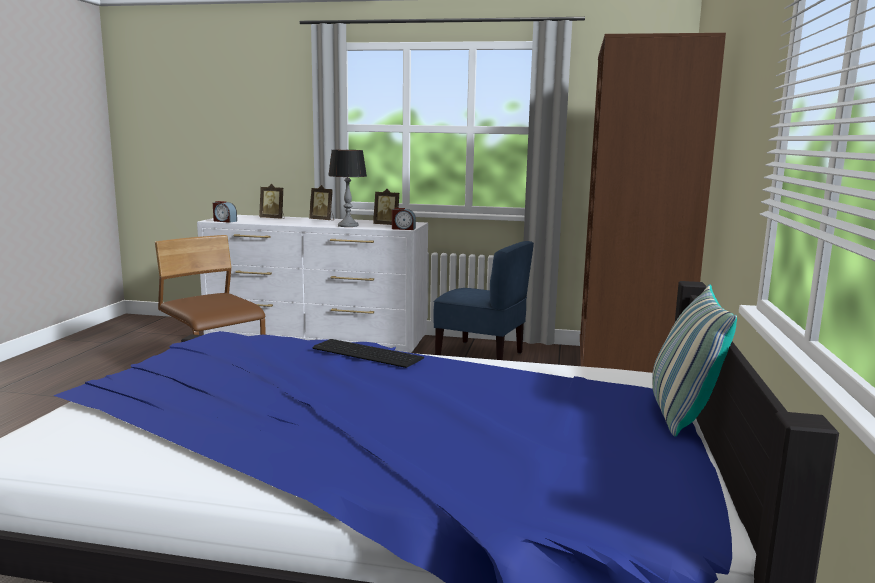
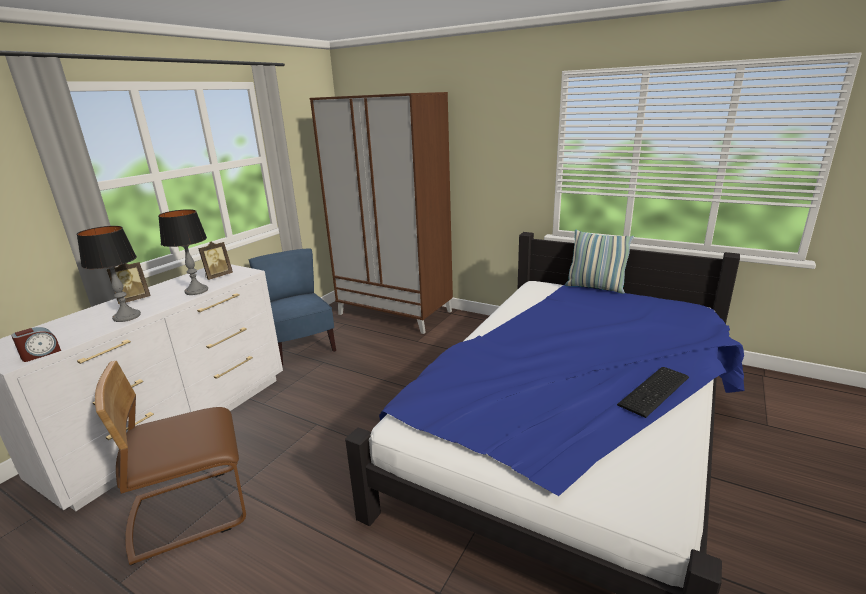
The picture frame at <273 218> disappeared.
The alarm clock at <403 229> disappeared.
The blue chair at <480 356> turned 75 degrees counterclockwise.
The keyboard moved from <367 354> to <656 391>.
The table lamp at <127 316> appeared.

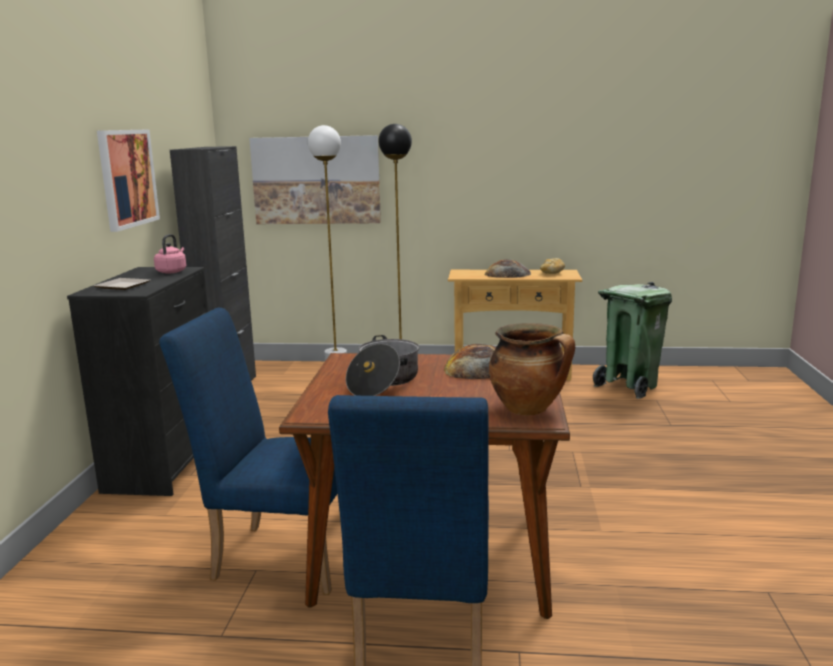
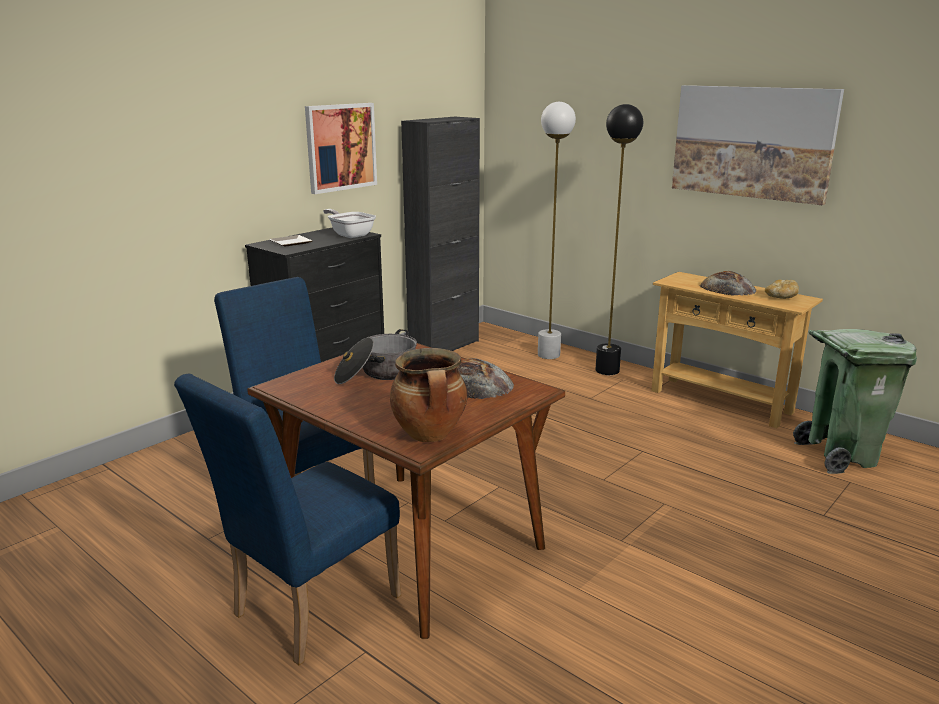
The picture moved from <316 180> to <752 142>.
The pink kettle at <172 271> was replaced by the frying pan at <350 235>.

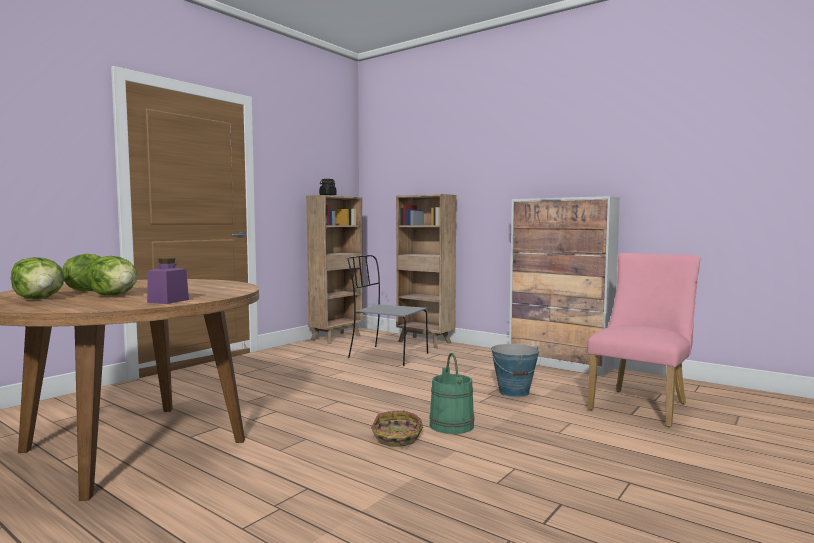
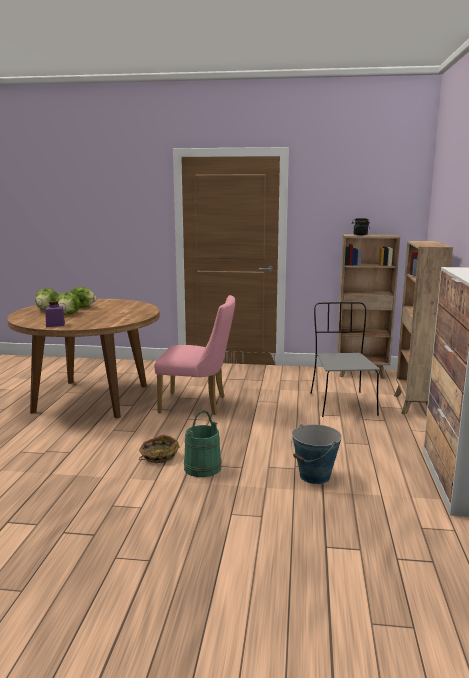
The pink chair moved from <641 405> to <198 404>.

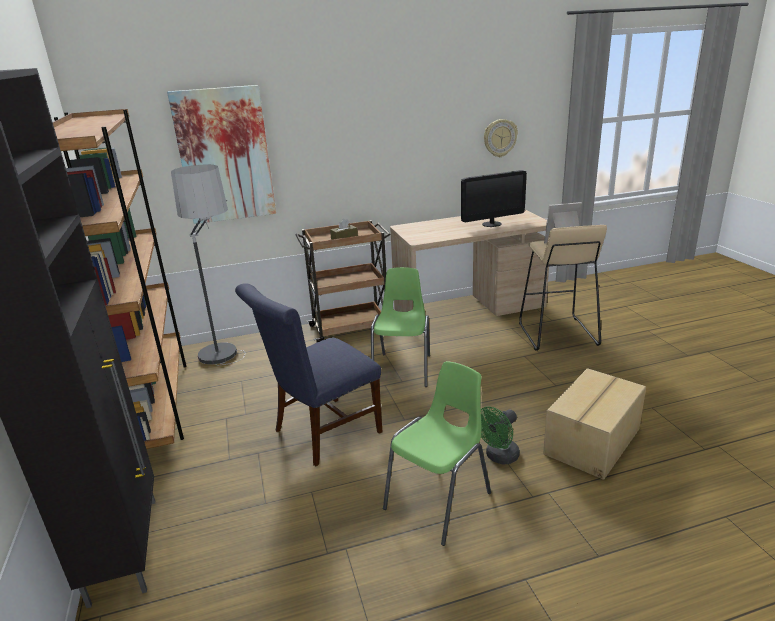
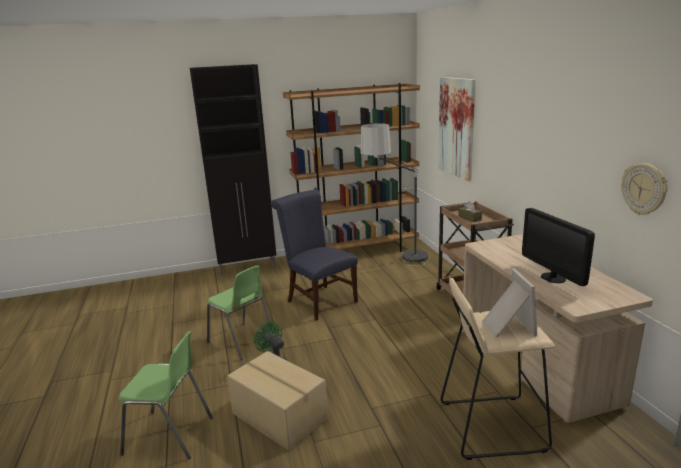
The green chair moved from <403 369> to <170 435>.

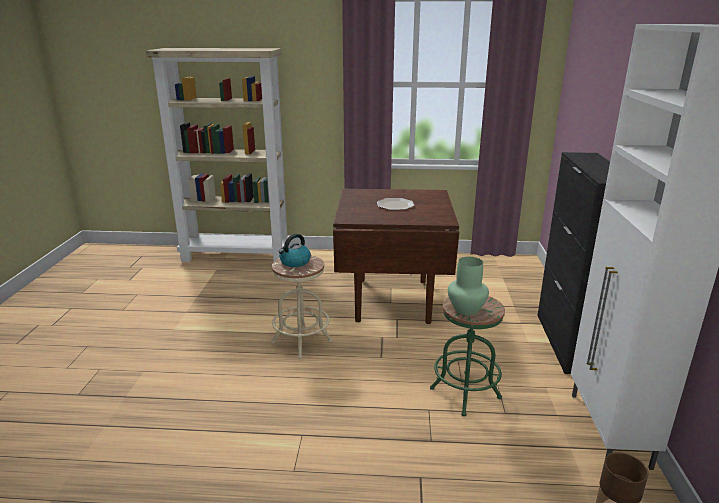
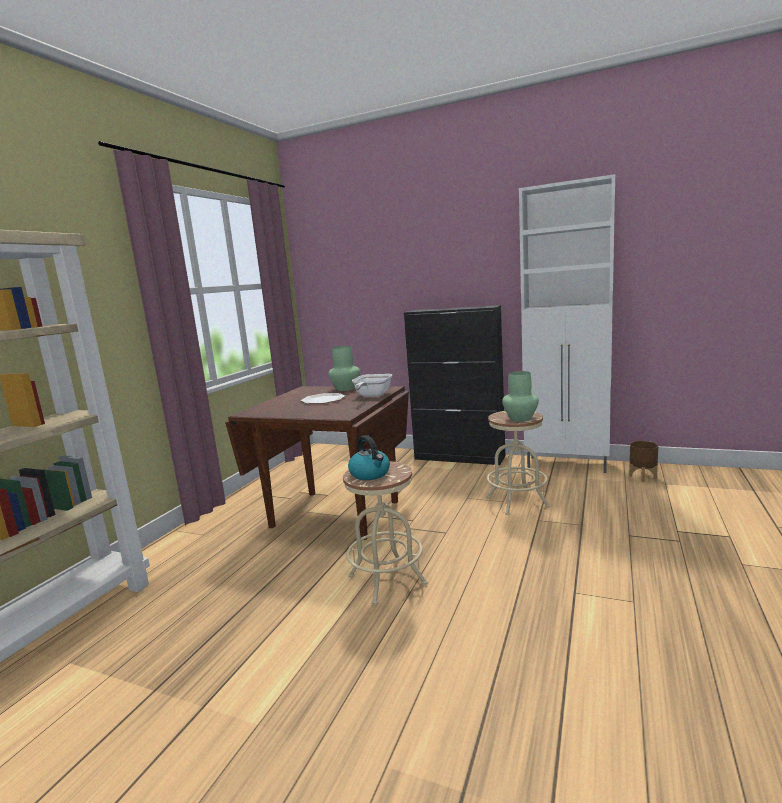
The green stool at <465 393> became the beige stool at <517 502>.
The green vase at <345 389> appeared.
The frying pan at <371 396> appeared.

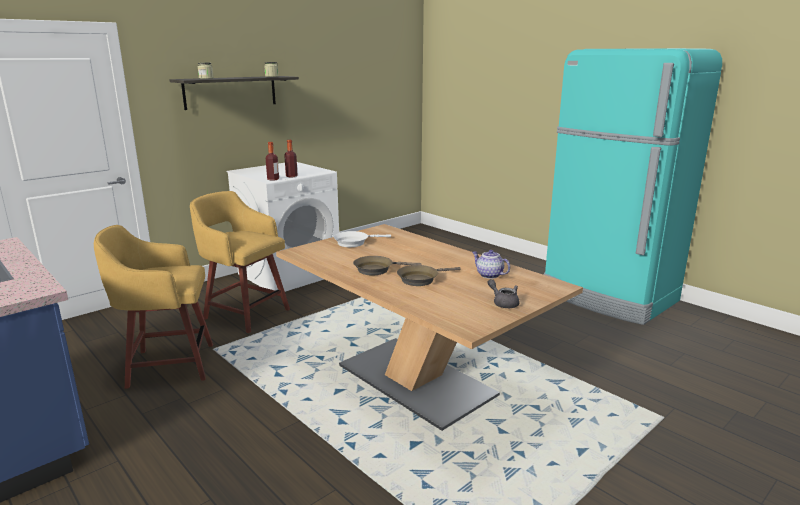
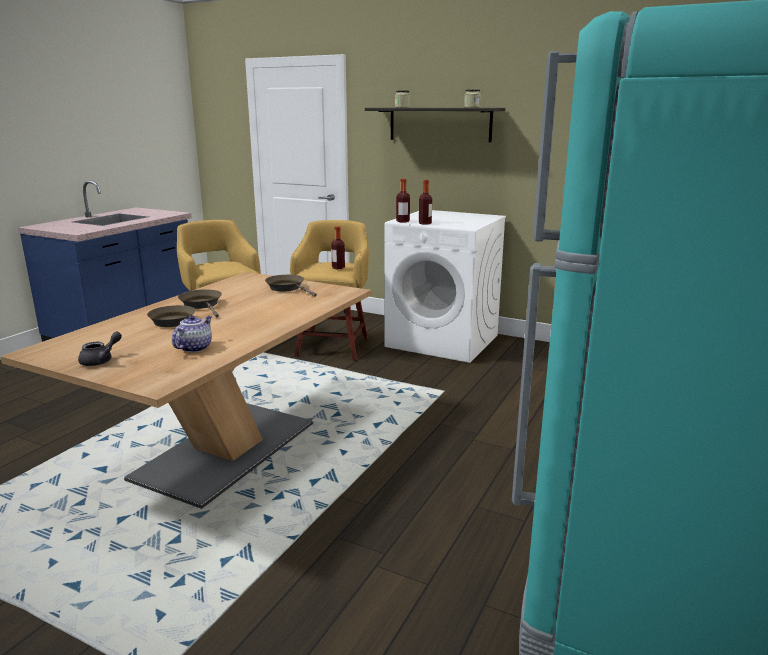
The white frying pan at <354 242> became the brown frying pan at <287 288>.
The bottle at <338 268> appeared.

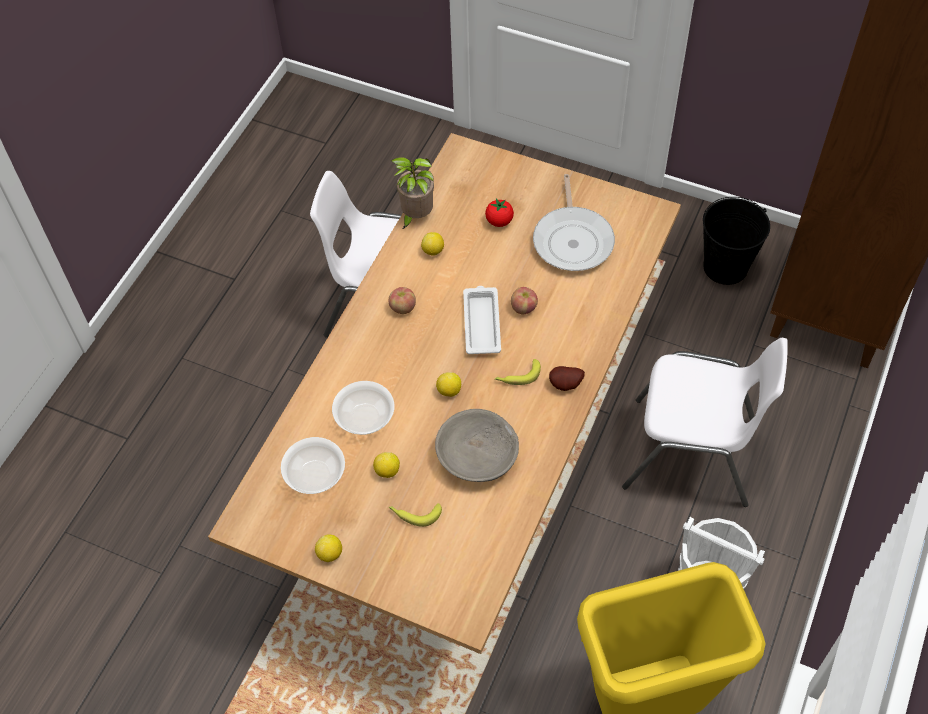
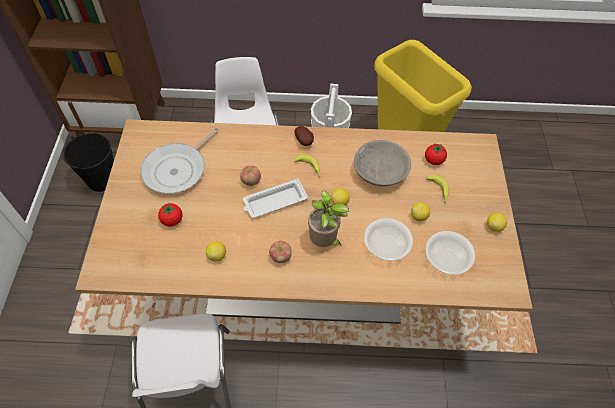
The potted plant moved from <415 216> to <324 242>.
The frying pan at <573 240> turned 150 degrees clockwise.
The tomato at <433 160> appeared.

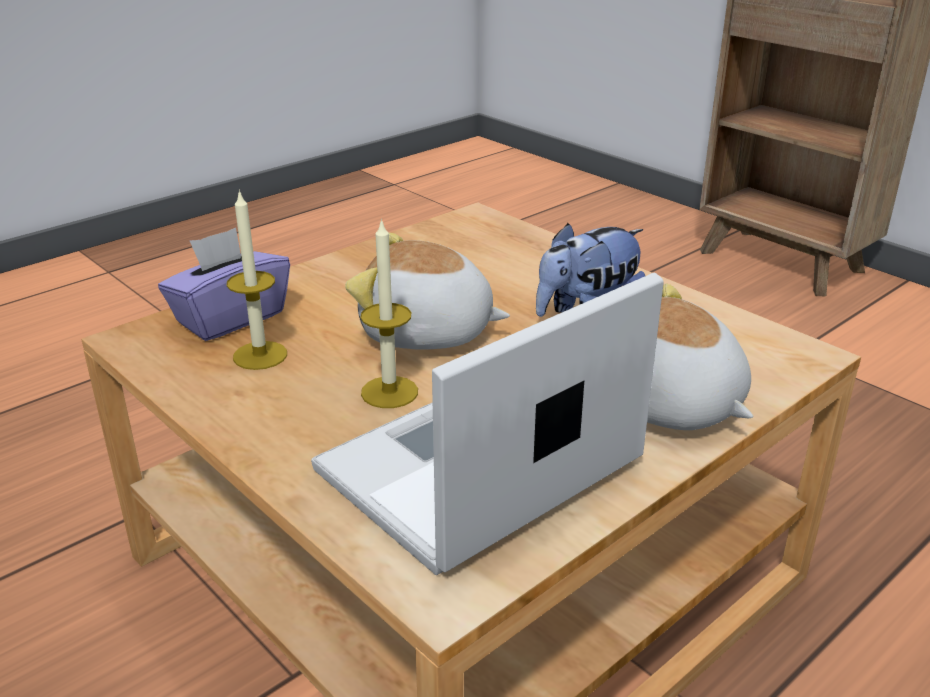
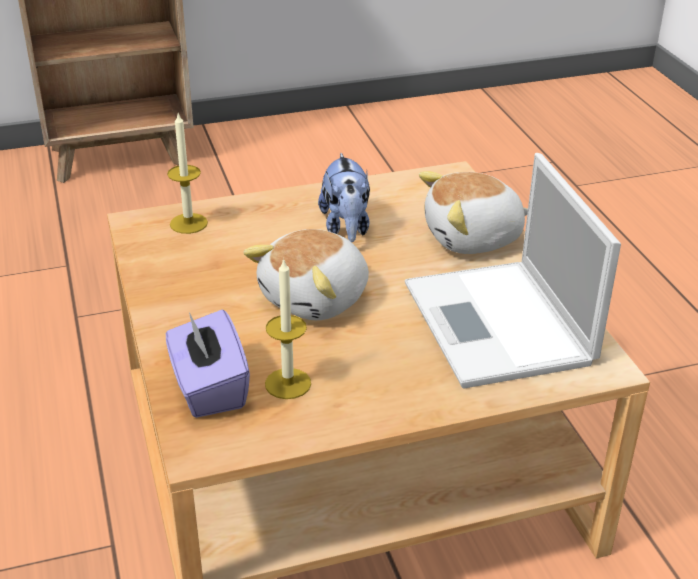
The candle moved from <389 392> to <188 223>.

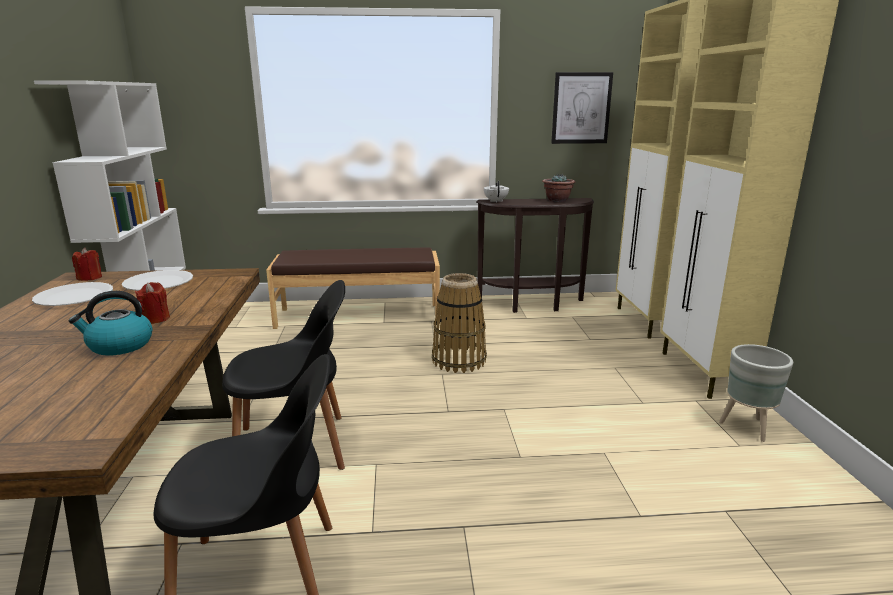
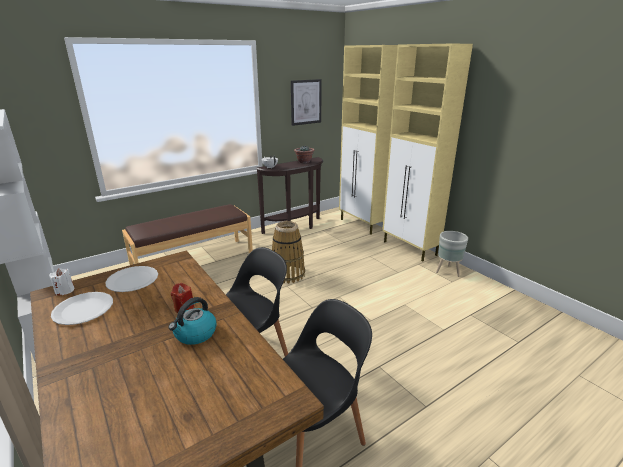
The red candle at <90 278> became the white candle at <64 291>.

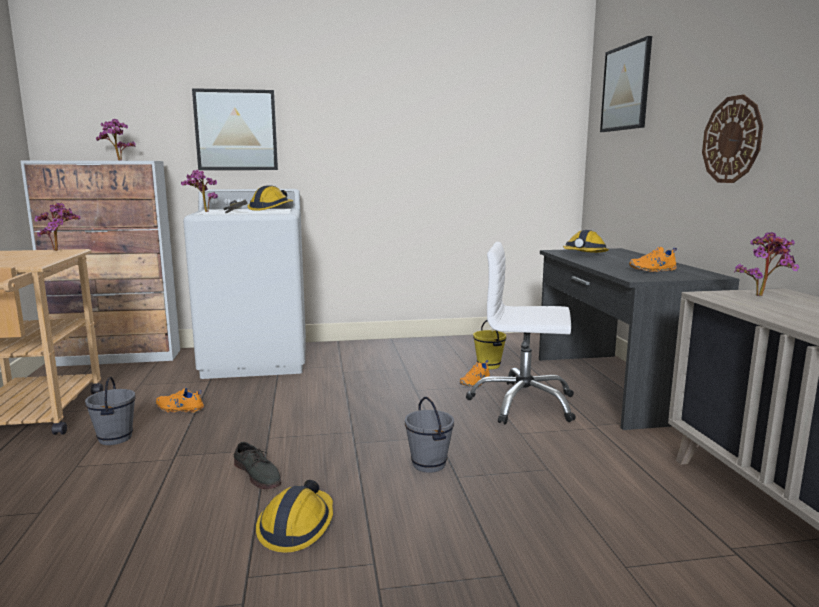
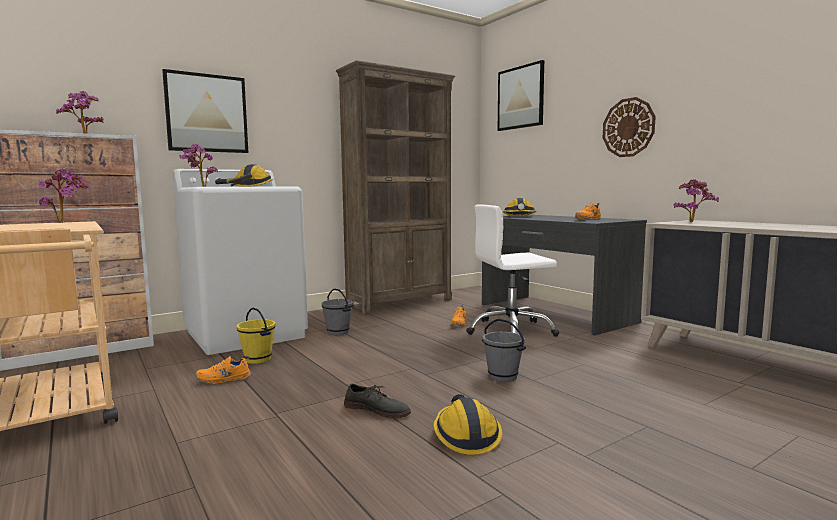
The yellow bucket moved from <489 366> to <258 359>.
The grey bucket moved from <116 438> to <338 332>.
The brown bookcase at <400 303> appeared.

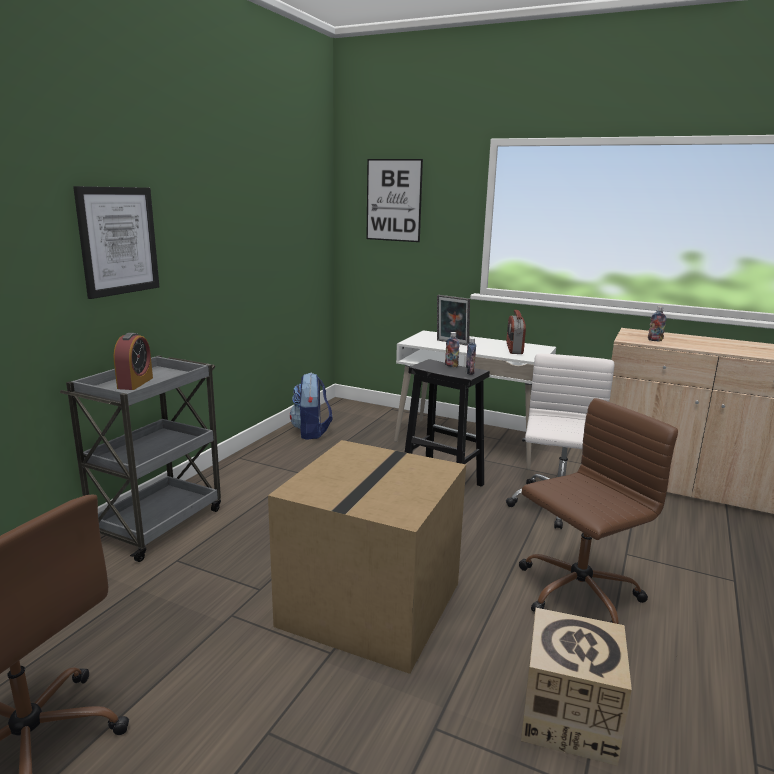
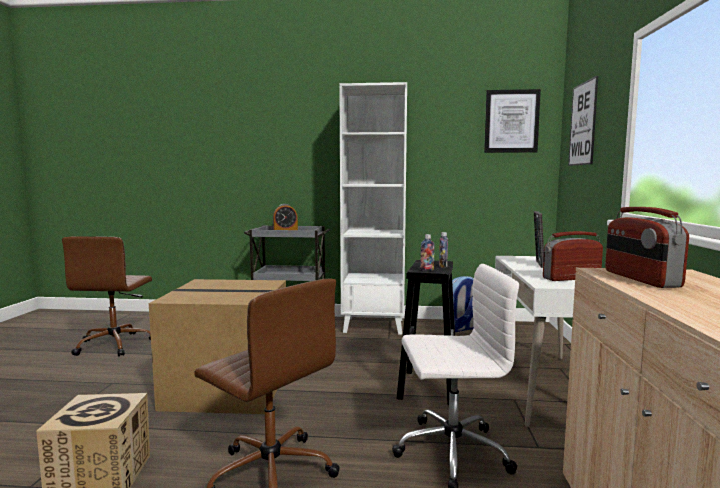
The picture moved from <118 241> to <511 121>.
The bottle at <655 340> was replaced by the radio at <640 279>.
The white bookcase at <374 325> appeared.

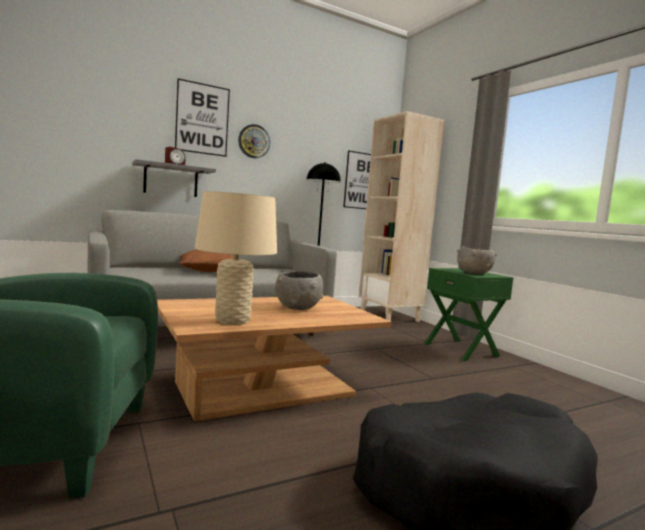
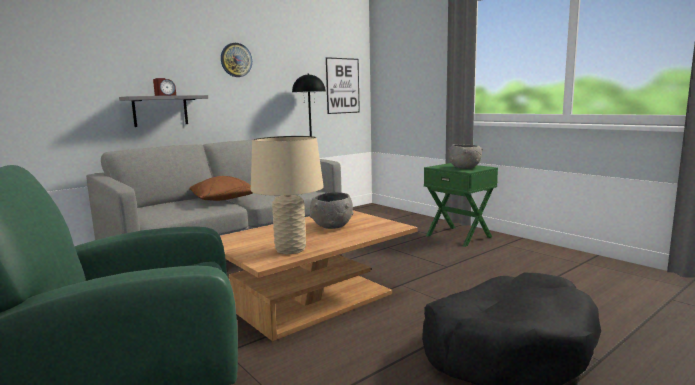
The picture at <202 119> disappeared.
The beige bookcase at <389 316> disappeared.

